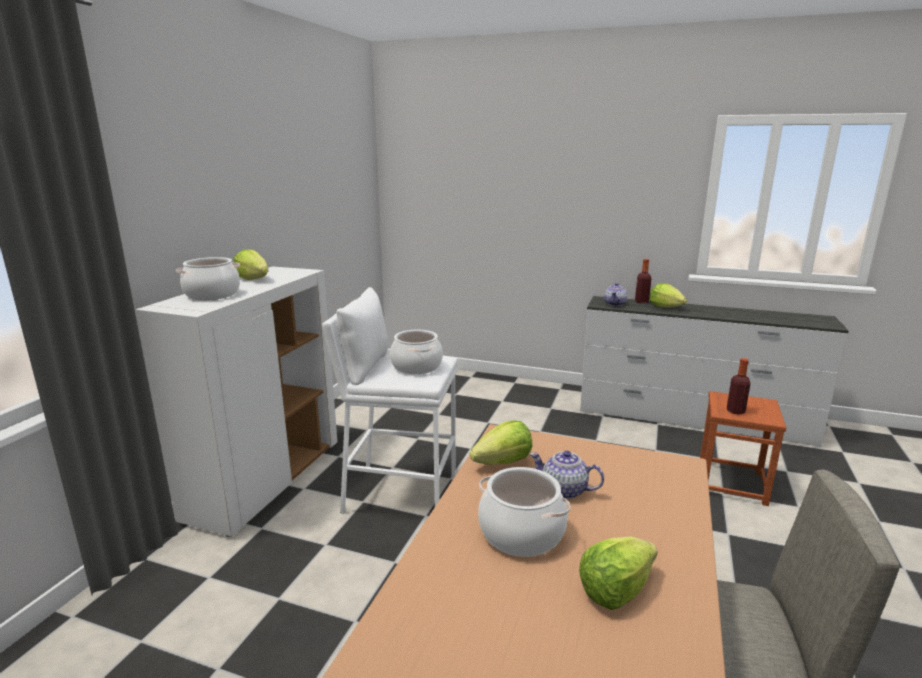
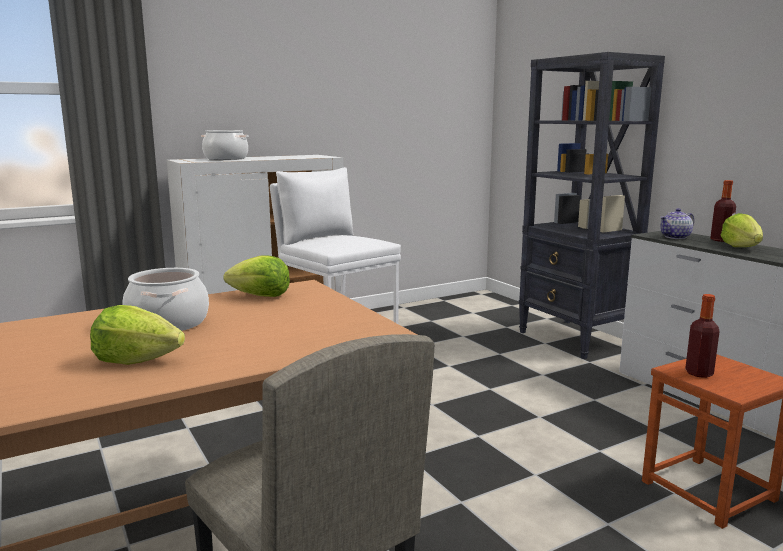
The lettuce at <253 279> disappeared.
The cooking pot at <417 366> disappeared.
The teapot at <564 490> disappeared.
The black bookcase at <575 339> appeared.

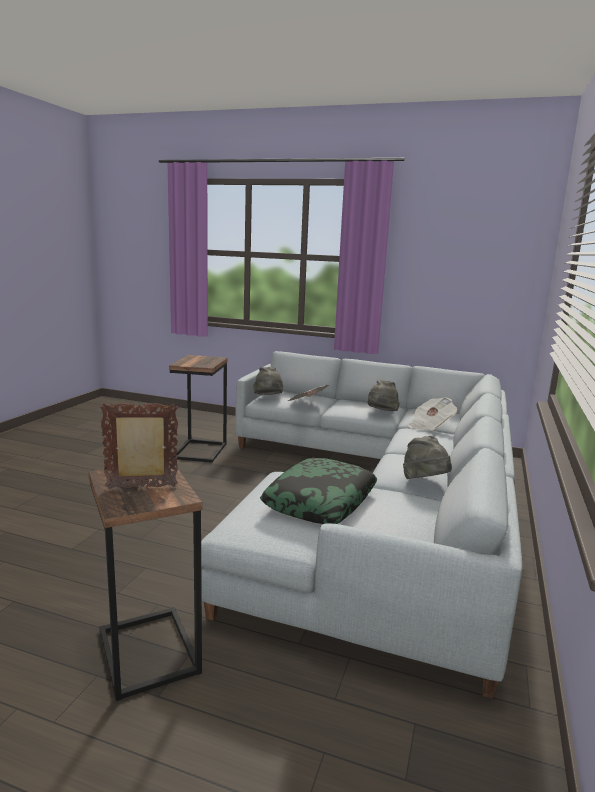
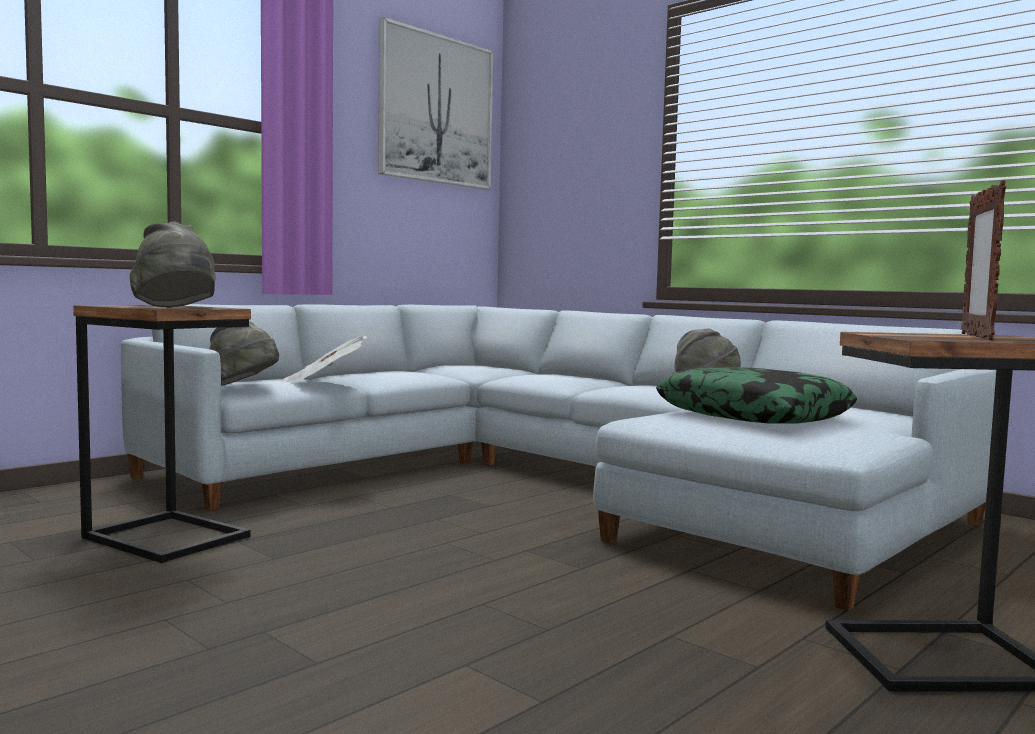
The grey hat moved from <381 413> to <176 308>.
The newspaper at <429 426> disappeared.
The picture at <436 109> appeared.

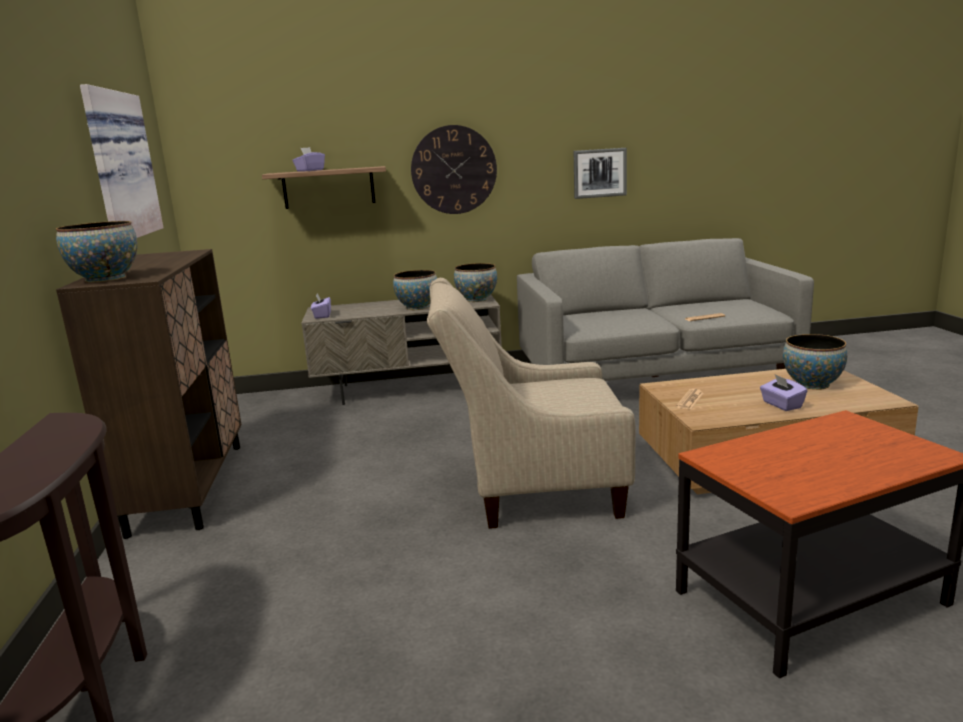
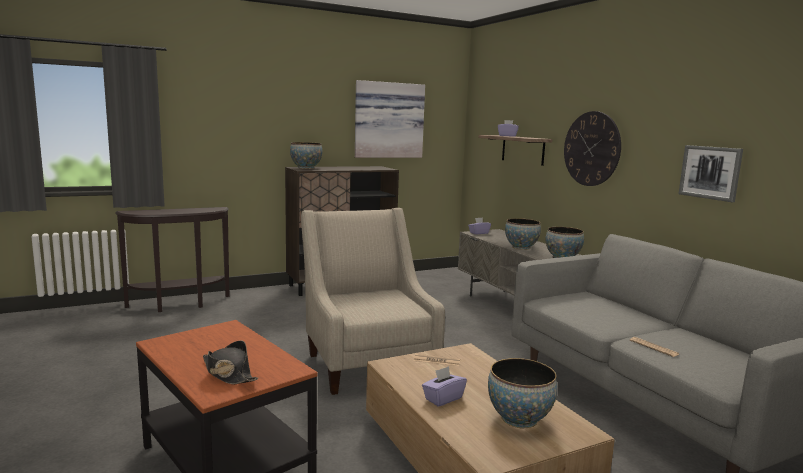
The black hat at <228 373> appeared.

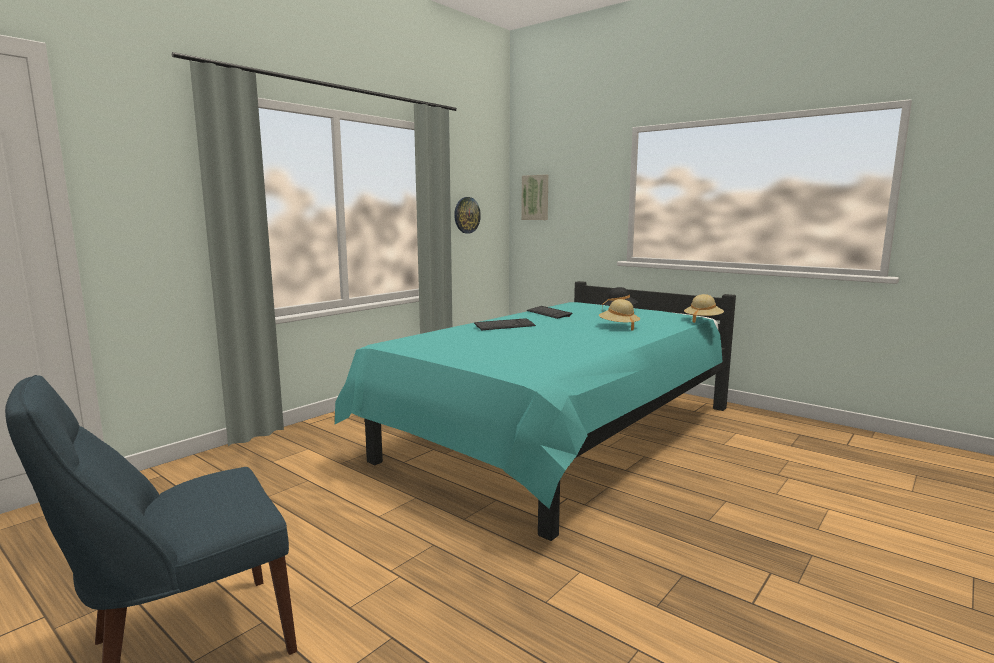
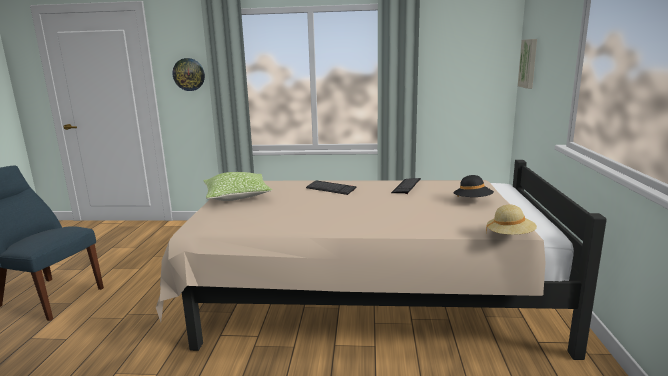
The wall clock moved from <466 215> to <189 74>.
The turquoise bed at <559 436> became the beige bed at <364 297>.
The beige hat at <618 327> disappeared.
The pillow at <237 196> appeared.

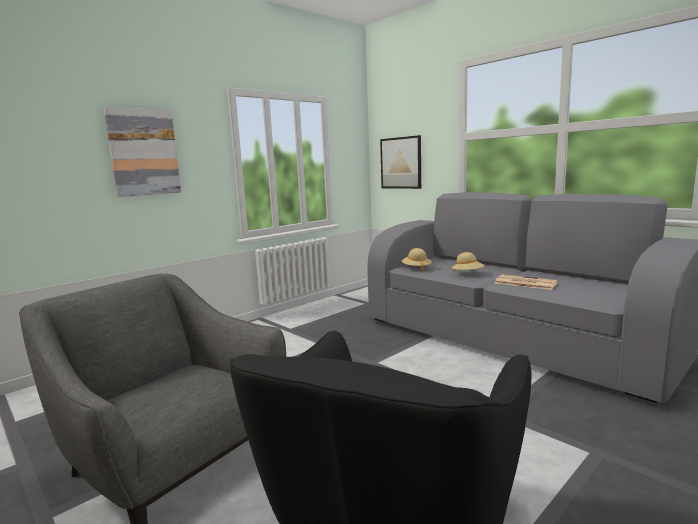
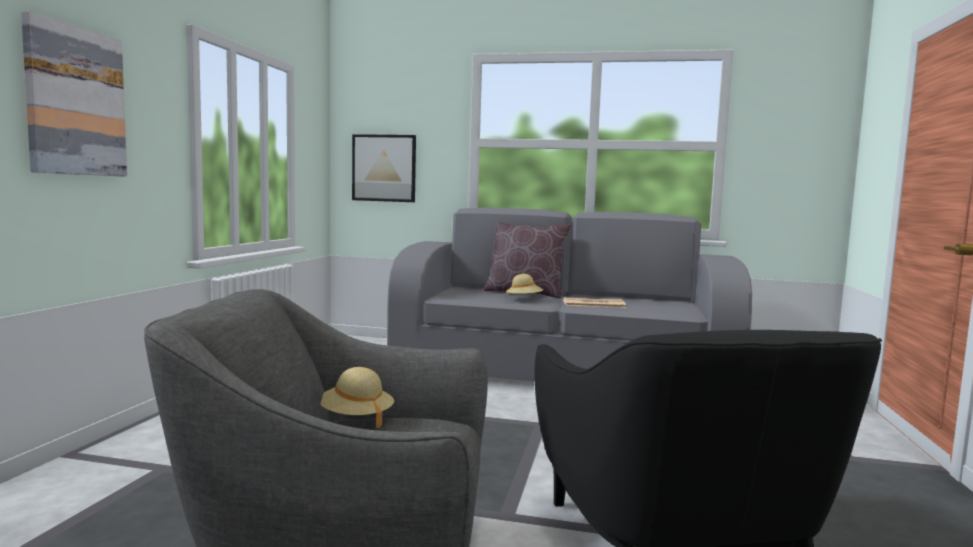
The beige hat moved from <416 268> to <355 418>.
The brown pillow at <525 293> appeared.

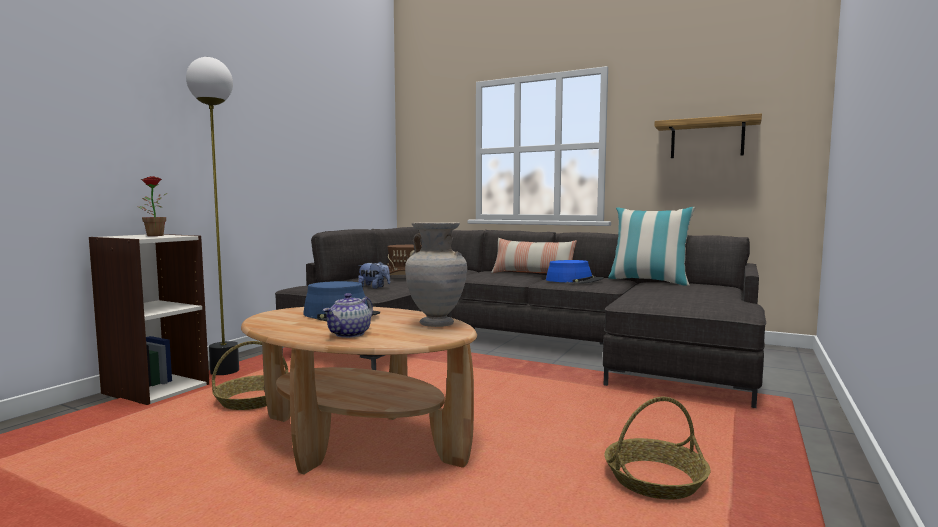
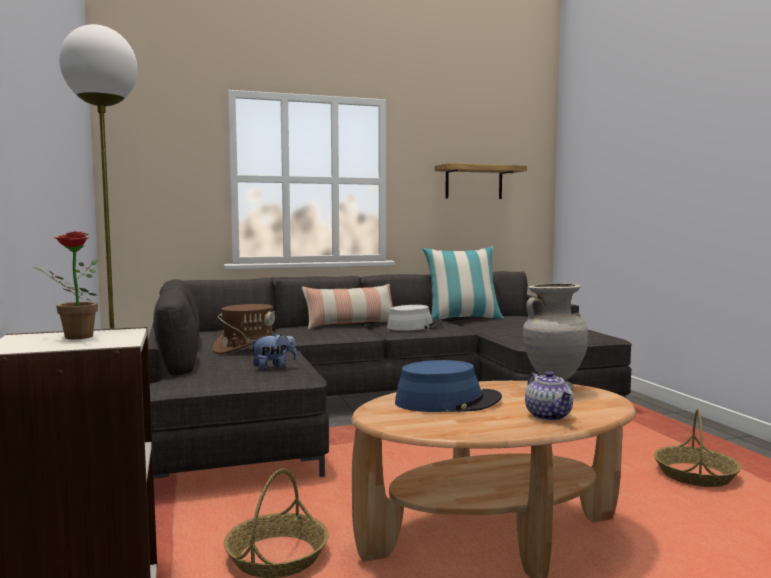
The blue hat at <574 280> became the grey hat at <414 326>.

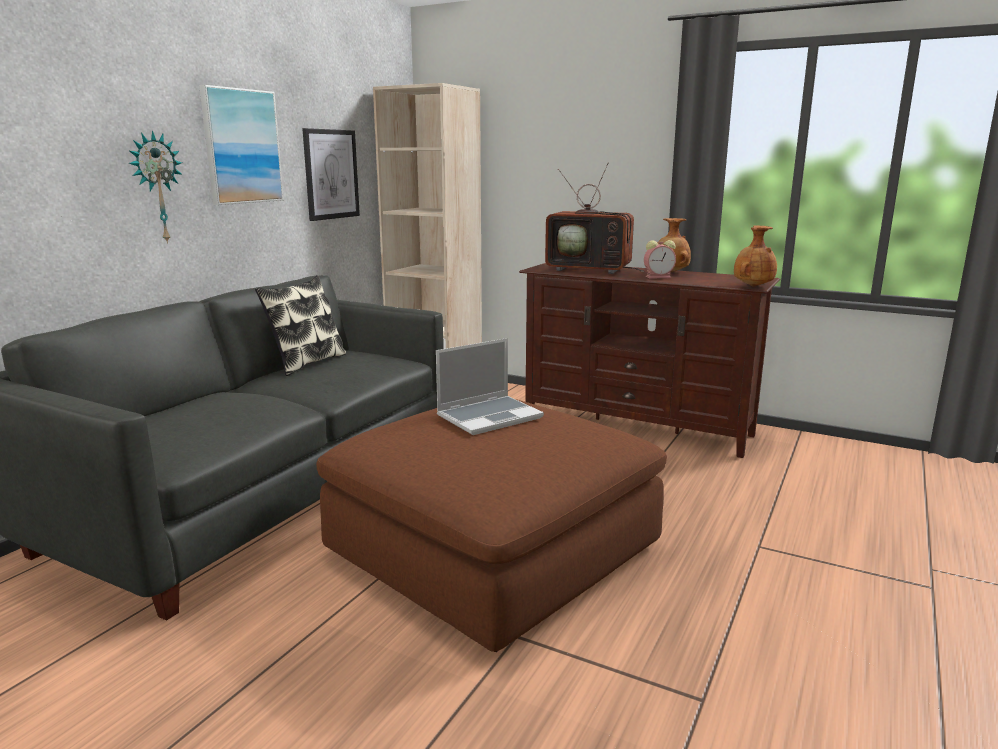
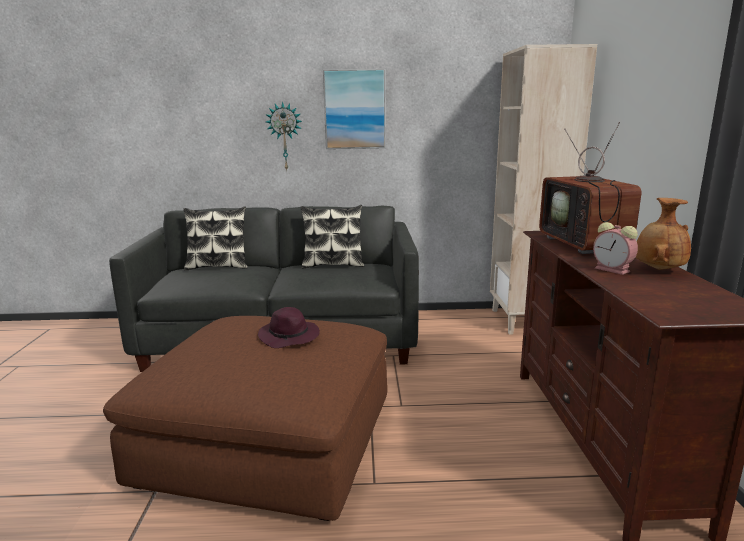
The picture at <331 174> disappeared.
The brown vase at <752 286> disappeared.
The laptop at <490 416> was replaced by the purple hat at <290 337>.
The pillow at <218 266> appeared.

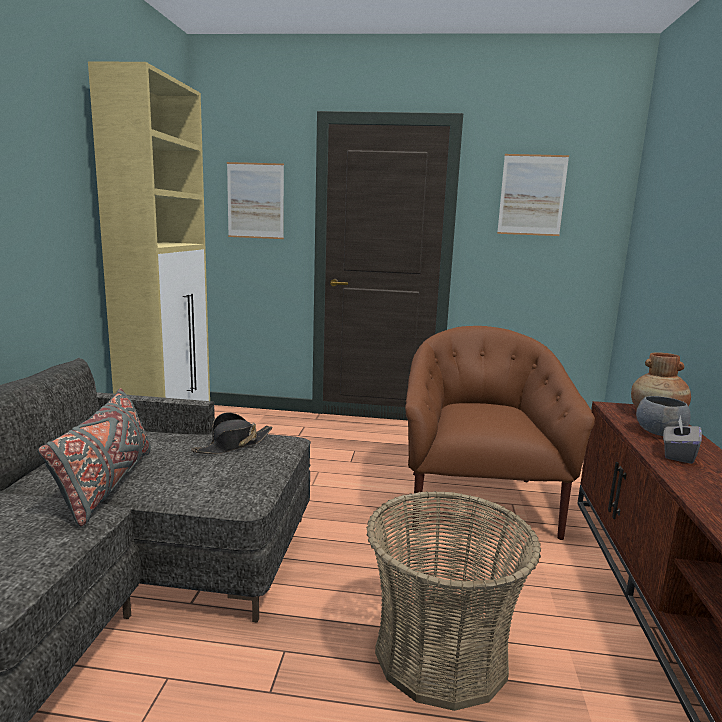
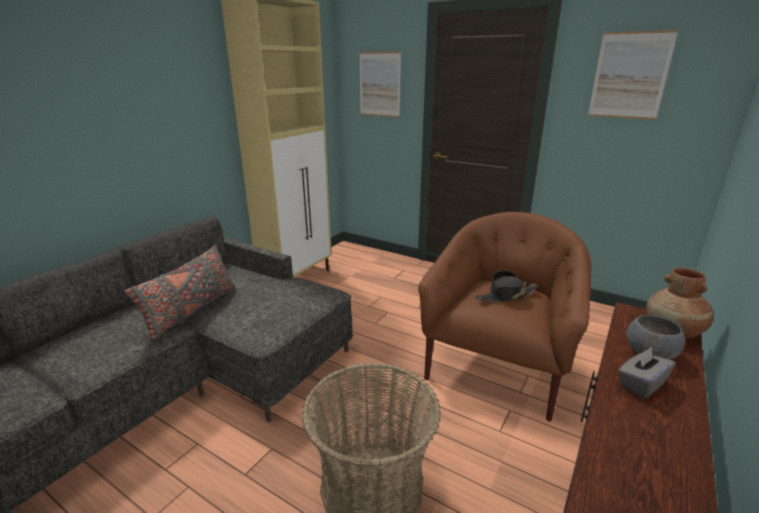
The black hat moved from <233 445> to <506 296>.

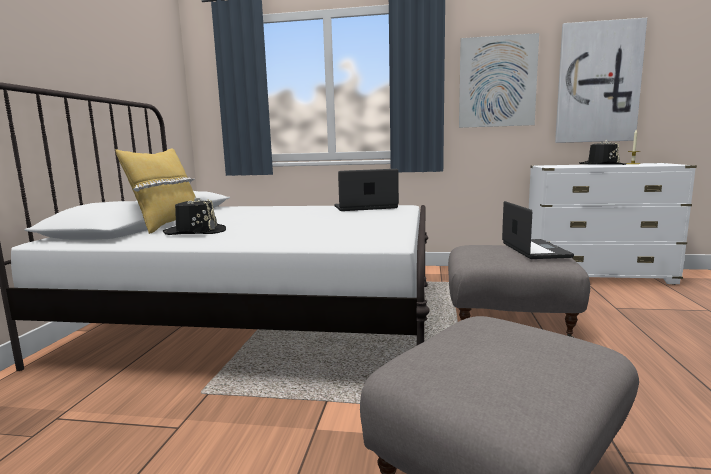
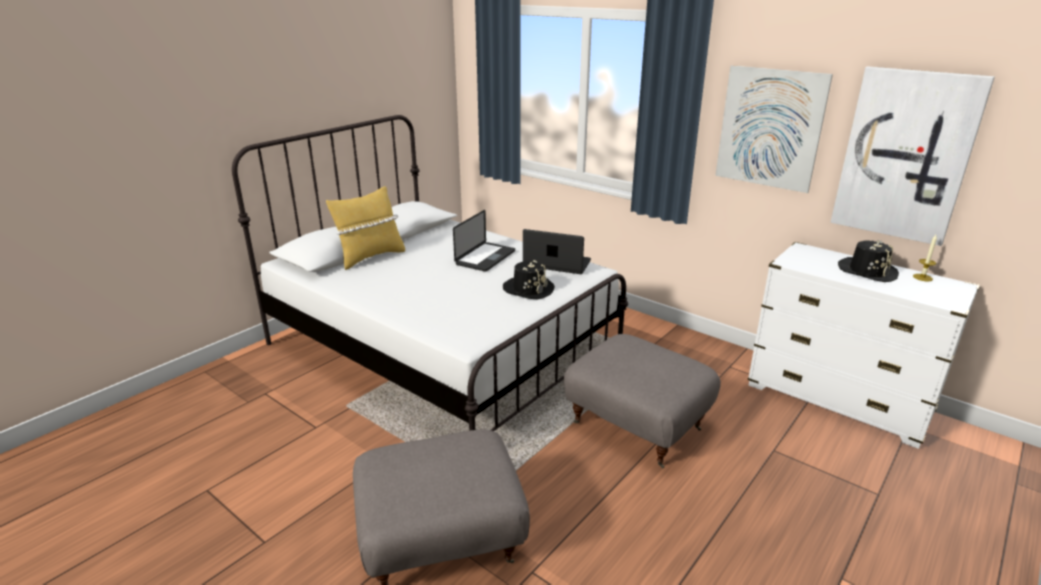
The black hat moved from <195 232> to <528 289>.
The laptop moved from <535 250> to <485 258>.

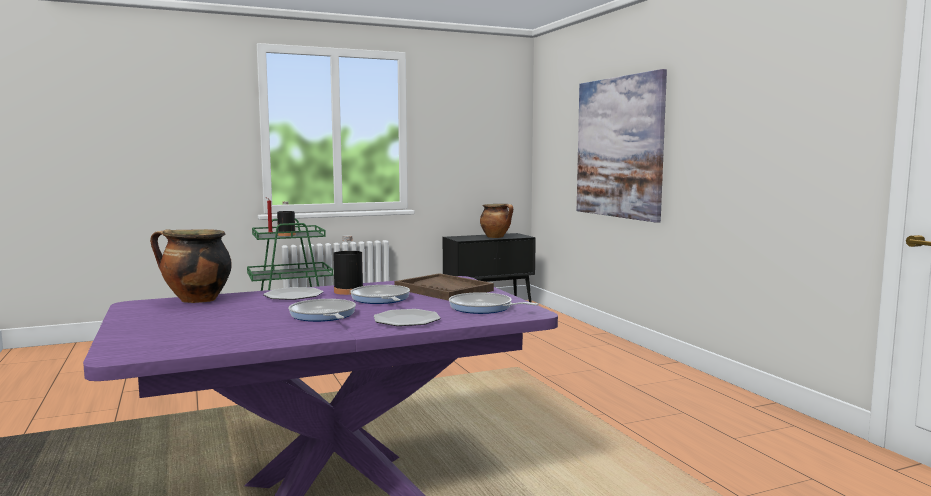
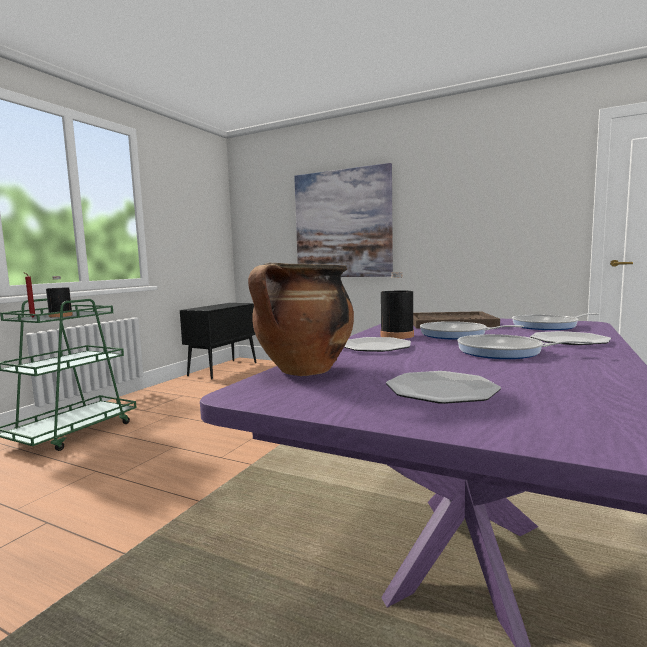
The cooking pot at <496 237> disappeared.
The plate at <441 390> appeared.

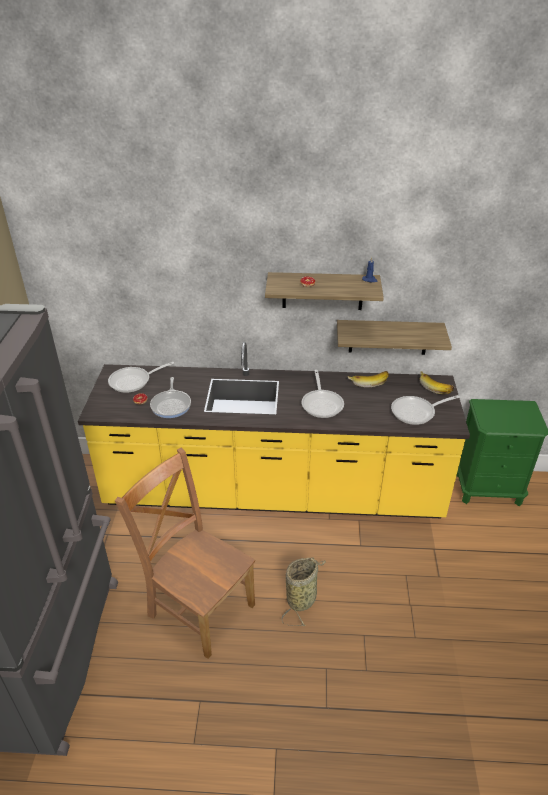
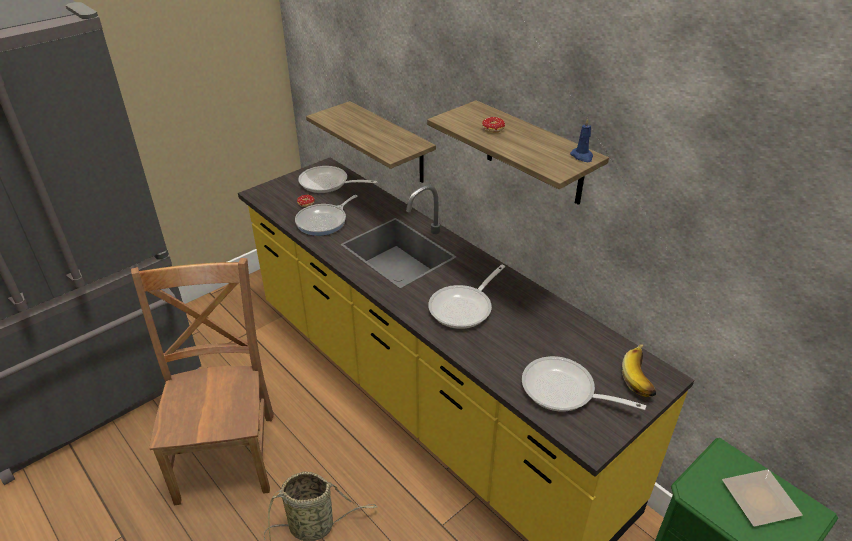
The shelf moved from <388 337> to <391 143>.
The banana at <368 381> disappeared.
The plate at <760 497> appeared.

